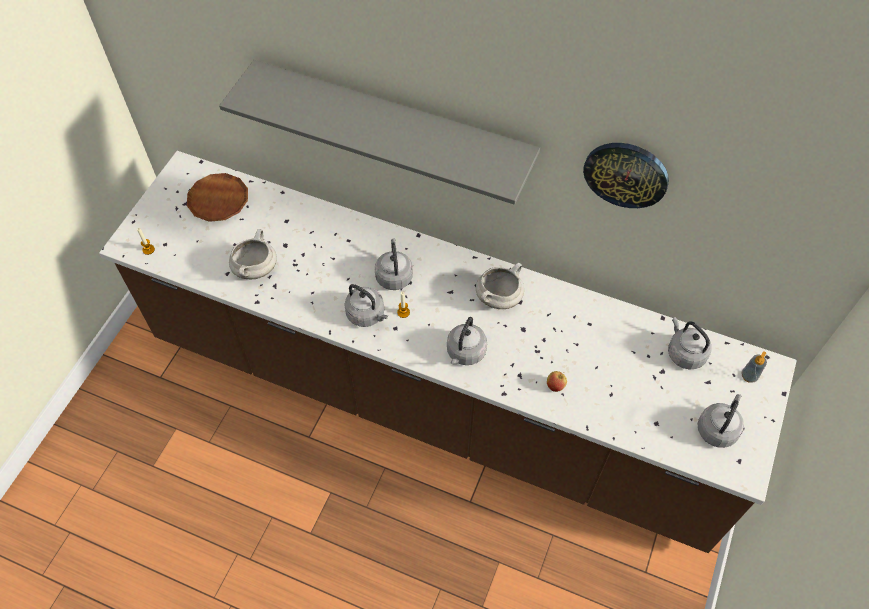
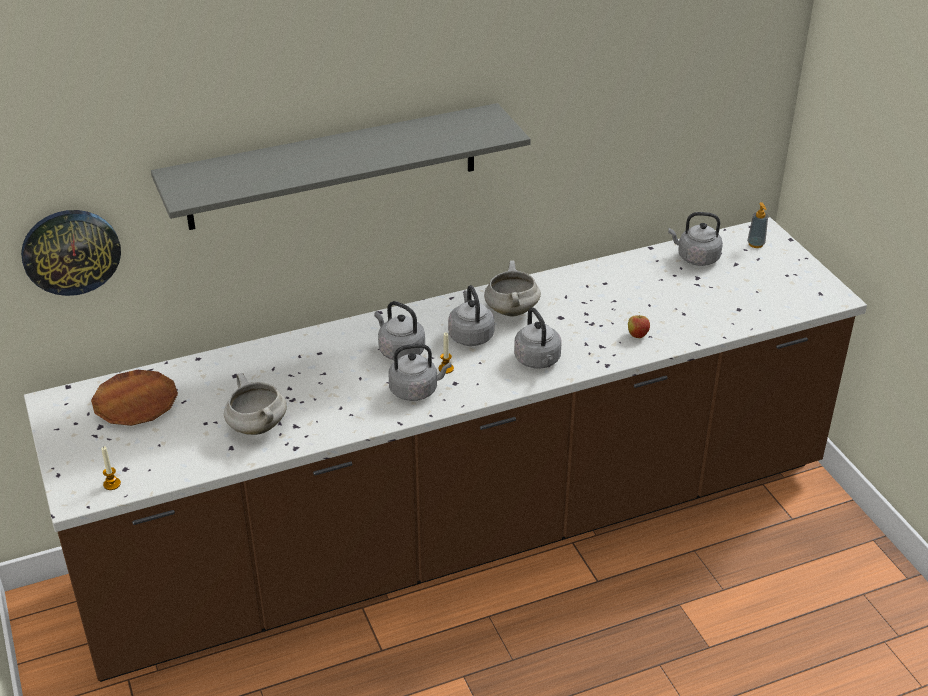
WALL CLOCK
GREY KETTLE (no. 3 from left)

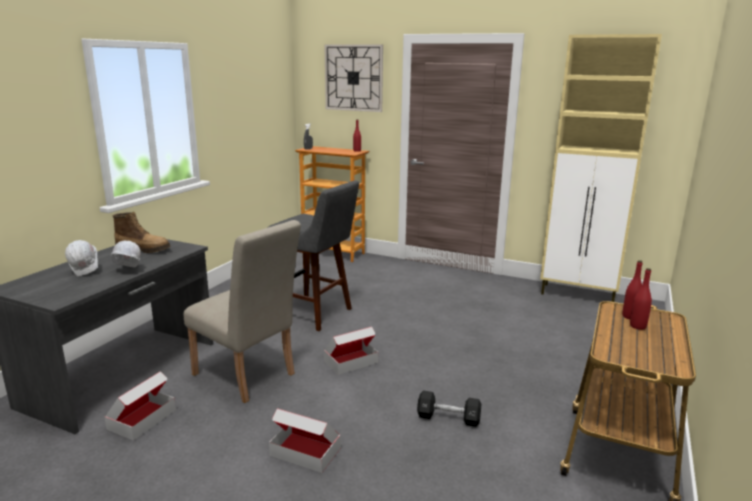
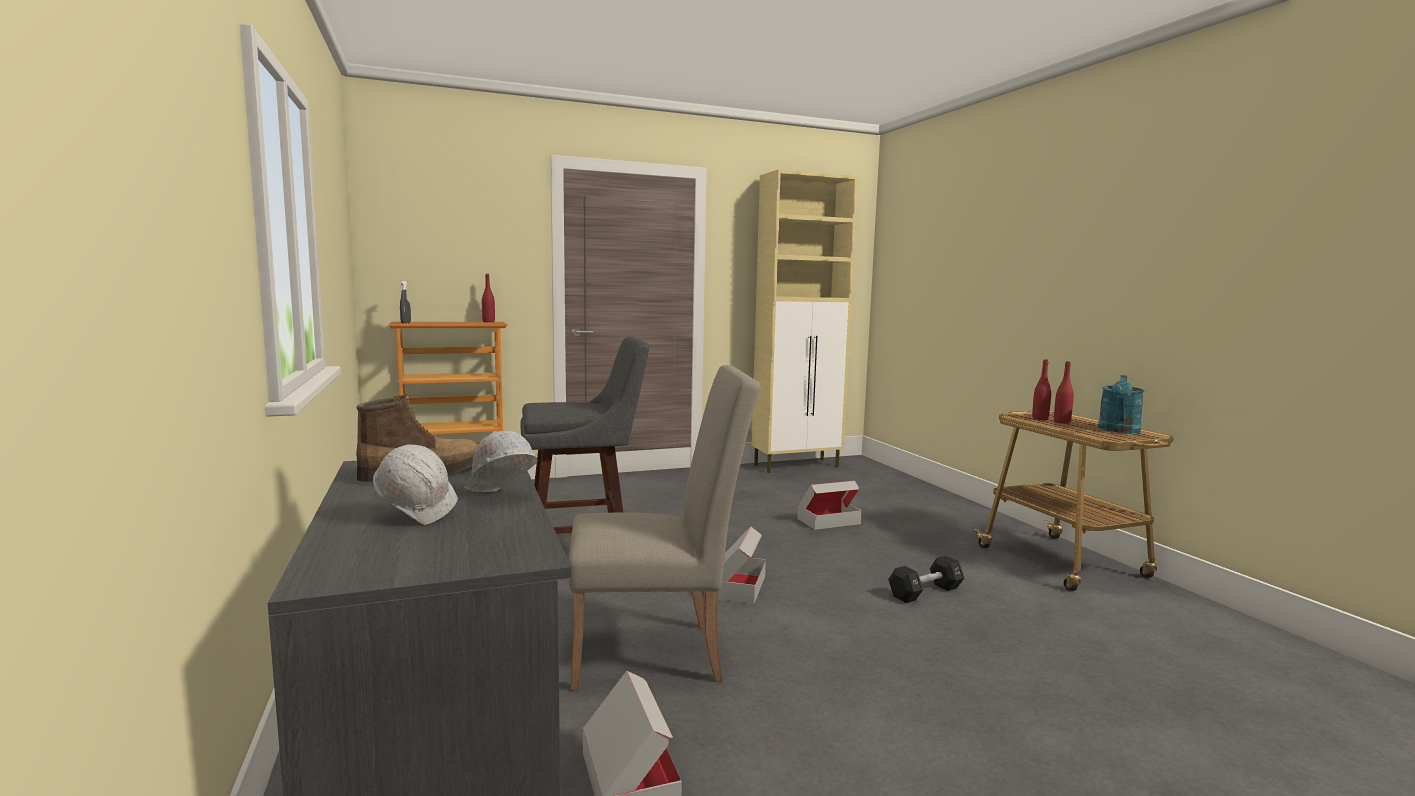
CARDBOARD BOX (no. 3 from left)
WALL CLOCK
TURQUOISE WATERING CAN

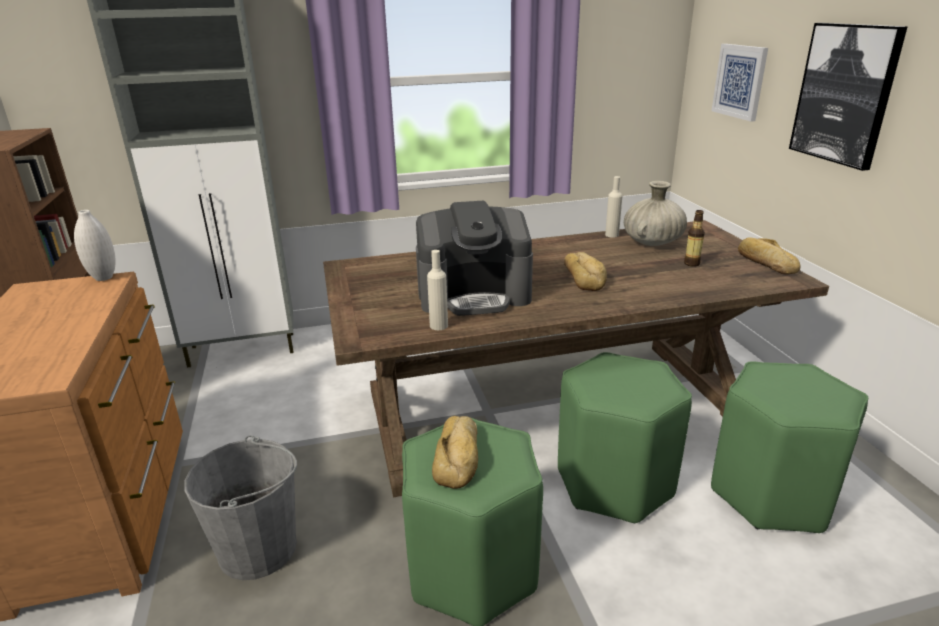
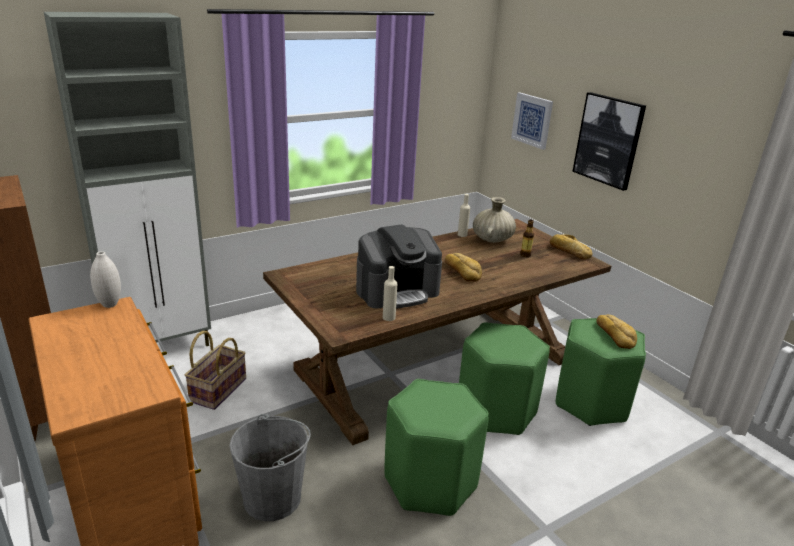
BREAD (no. 3 from left)
BASKET

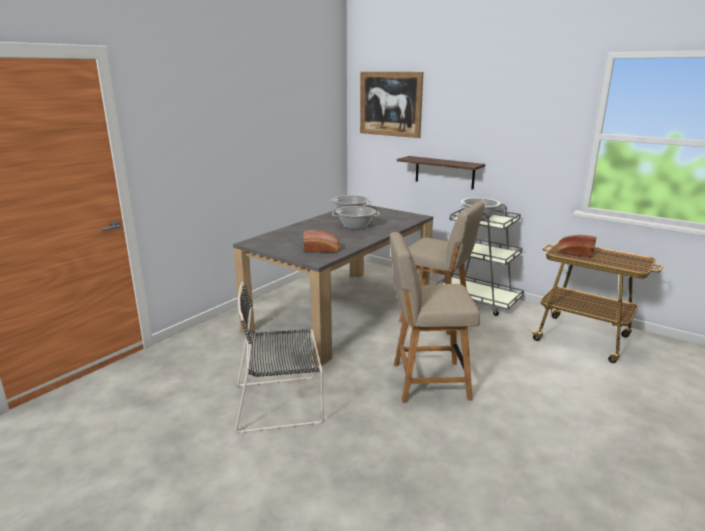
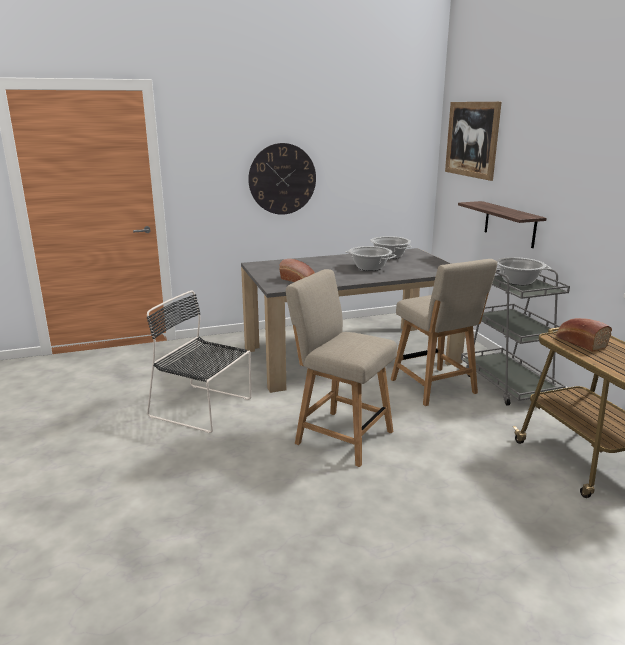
WALL CLOCK

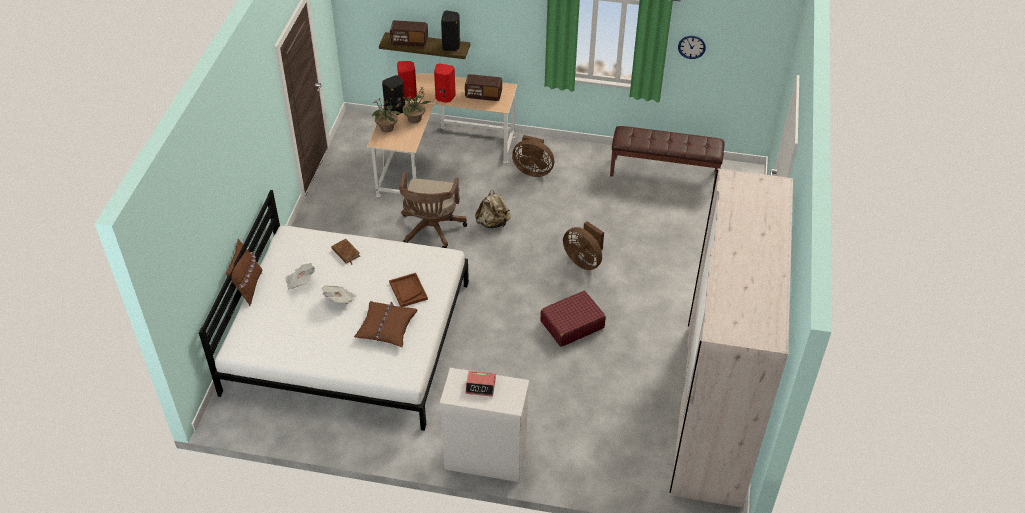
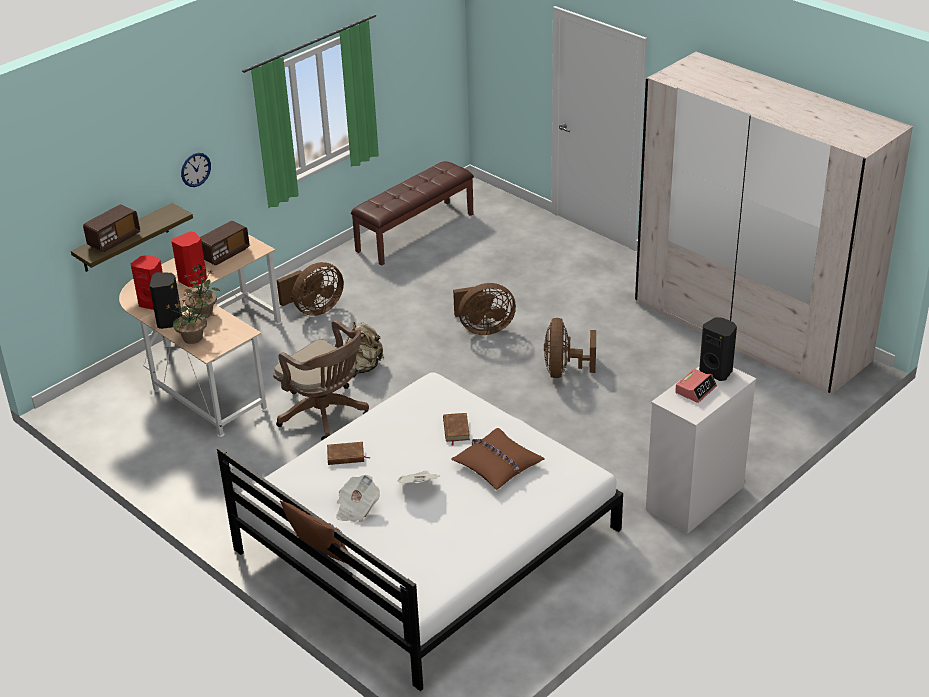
BROWN BOOK (no. 2 from left)
BLACK SPEAKER (no. 2 from left)
BROWN FAN (no. 3 from left)
WALL CLOCK

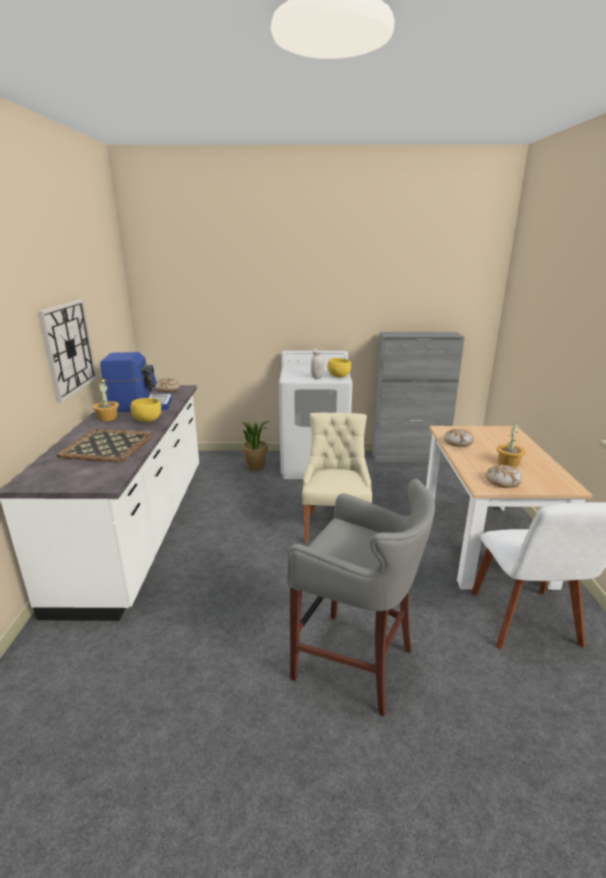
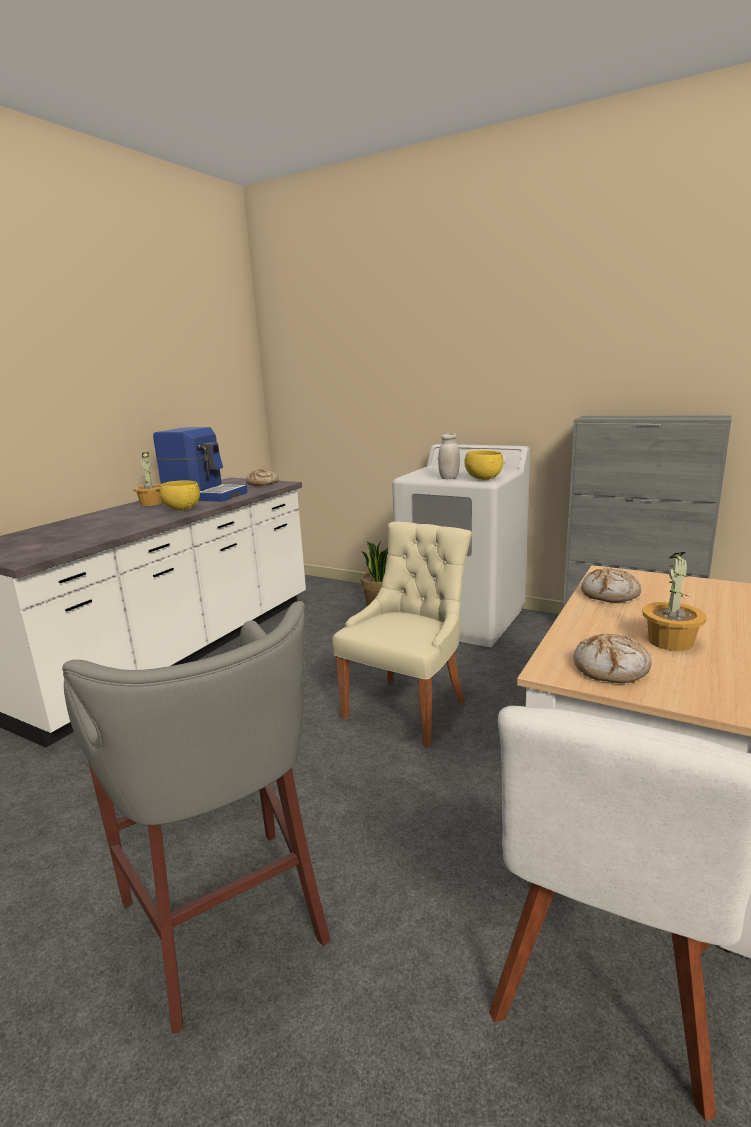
WALL CLOCK
TRAY

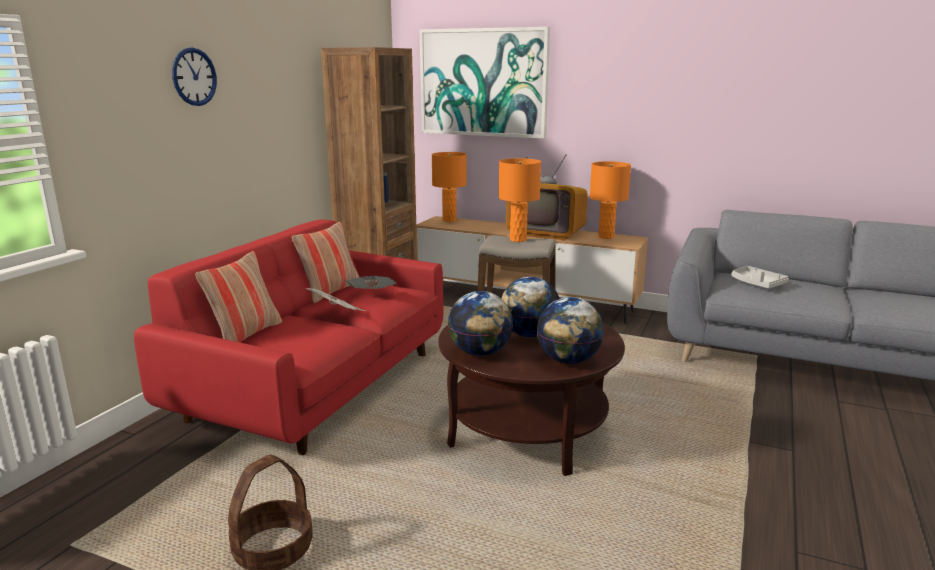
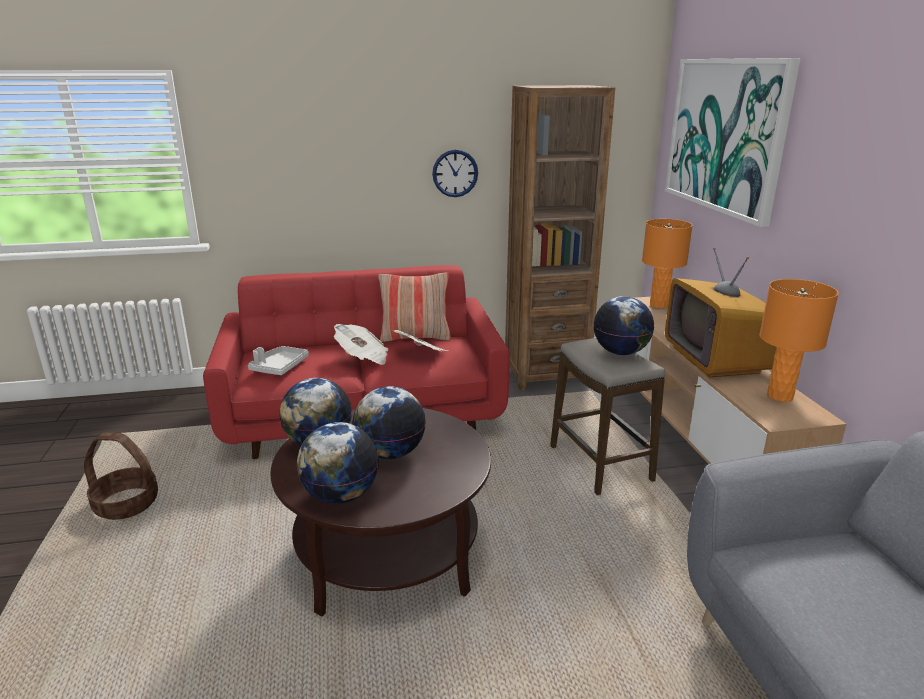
WALL CLOCK
PILLOW (no. 1 from left in the first image)
GLOBE (no. 4 from left)
GREY TRAY

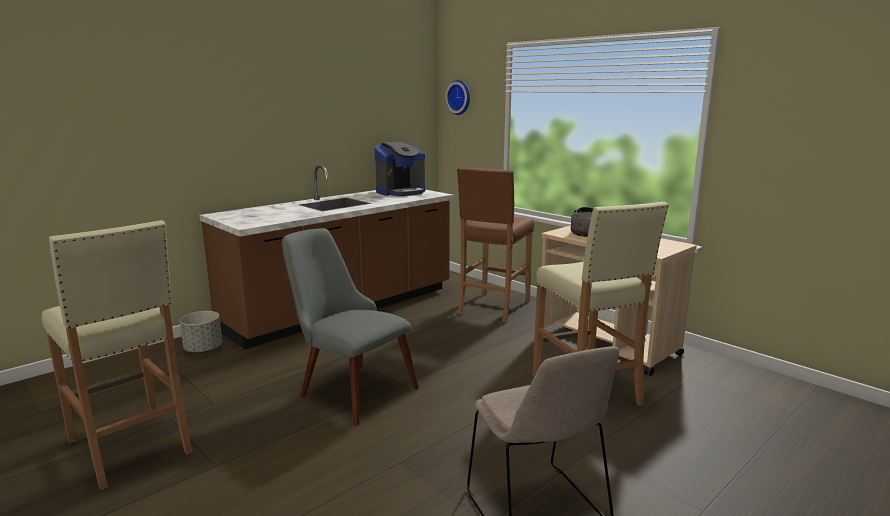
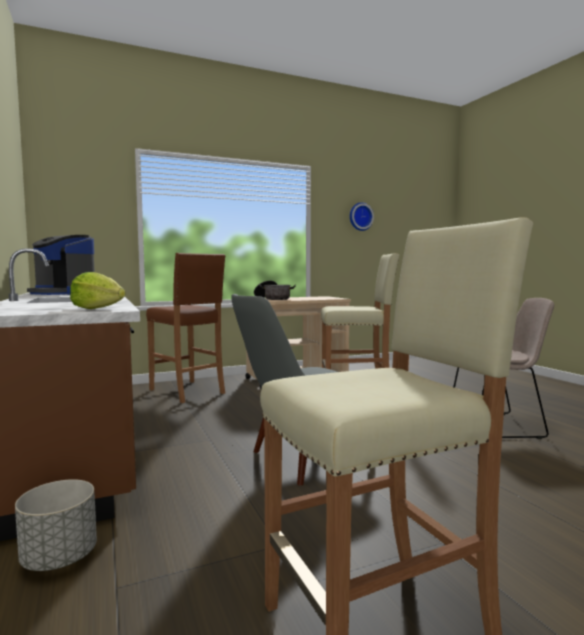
COFFEE MACHINE
WALL CLOCK
LETTUCE

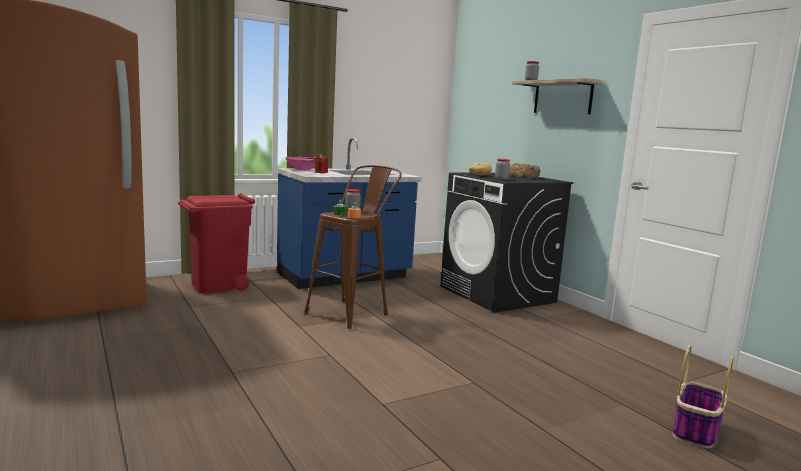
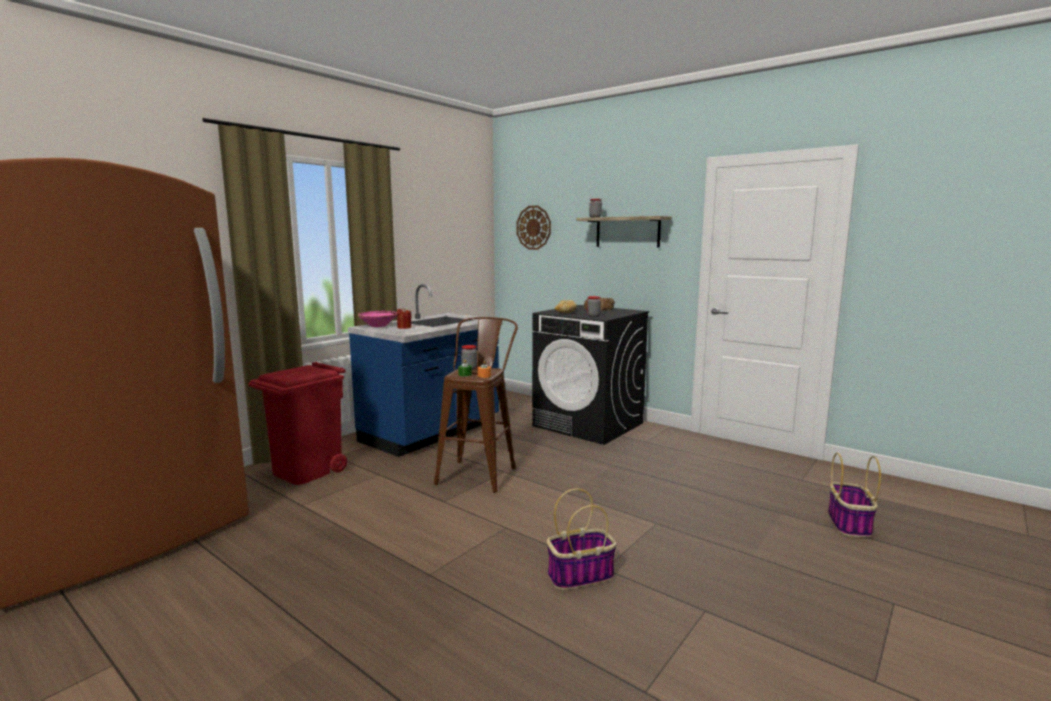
WALL CLOCK
BASKET (no. 1 from left)

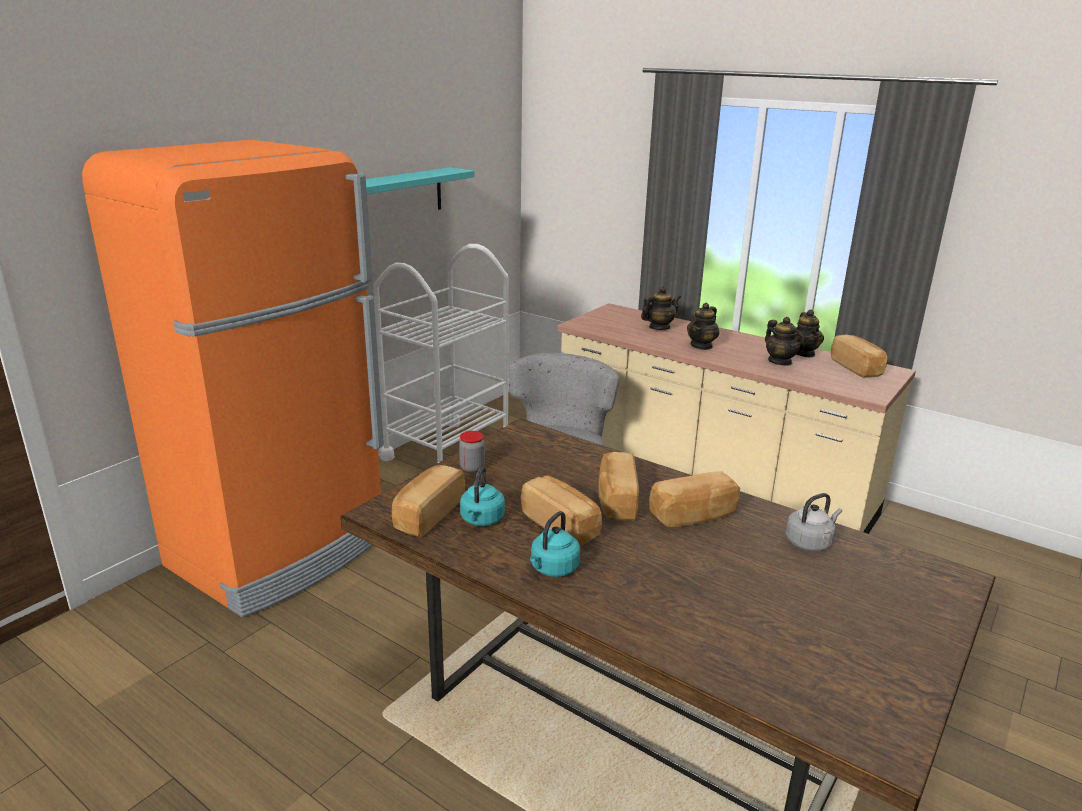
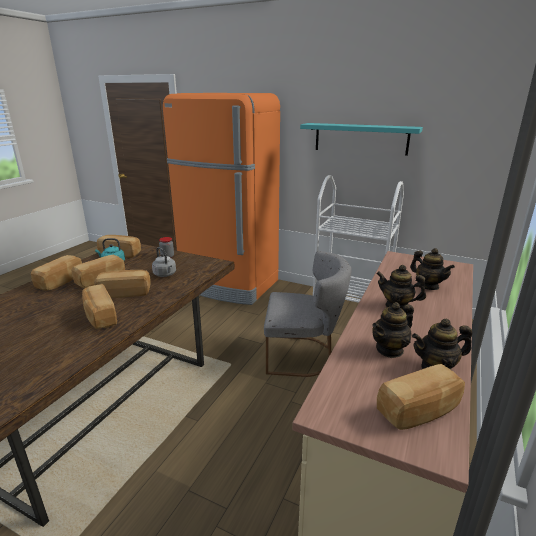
BREAD (no. 1 from left)
GREY KETTLE

